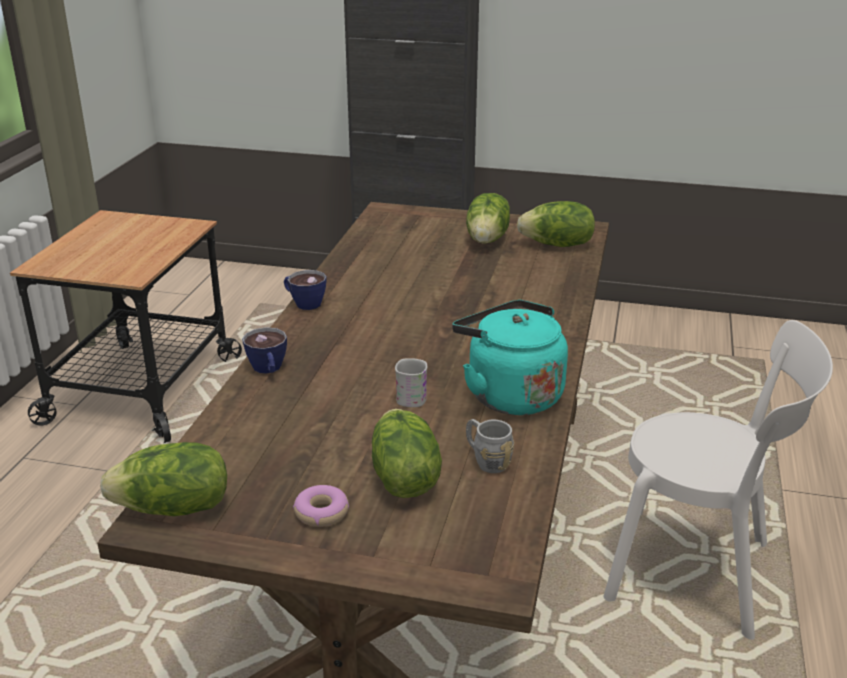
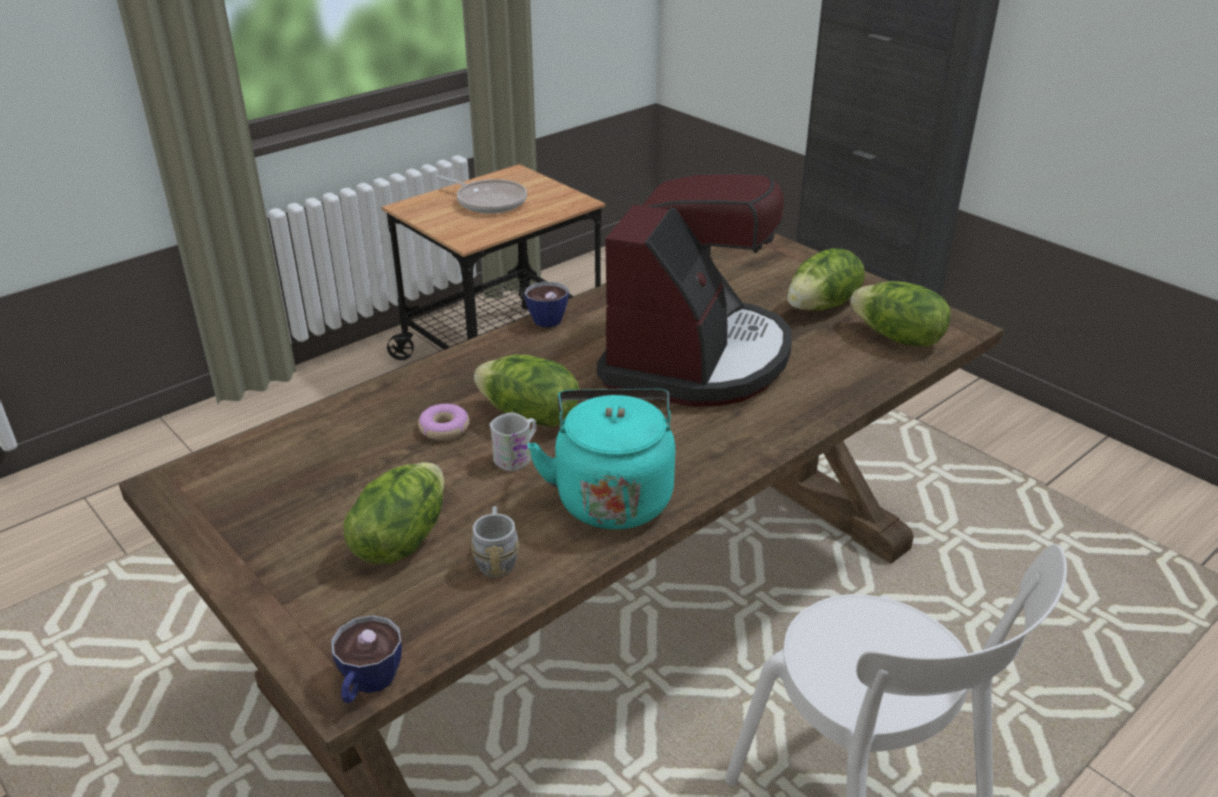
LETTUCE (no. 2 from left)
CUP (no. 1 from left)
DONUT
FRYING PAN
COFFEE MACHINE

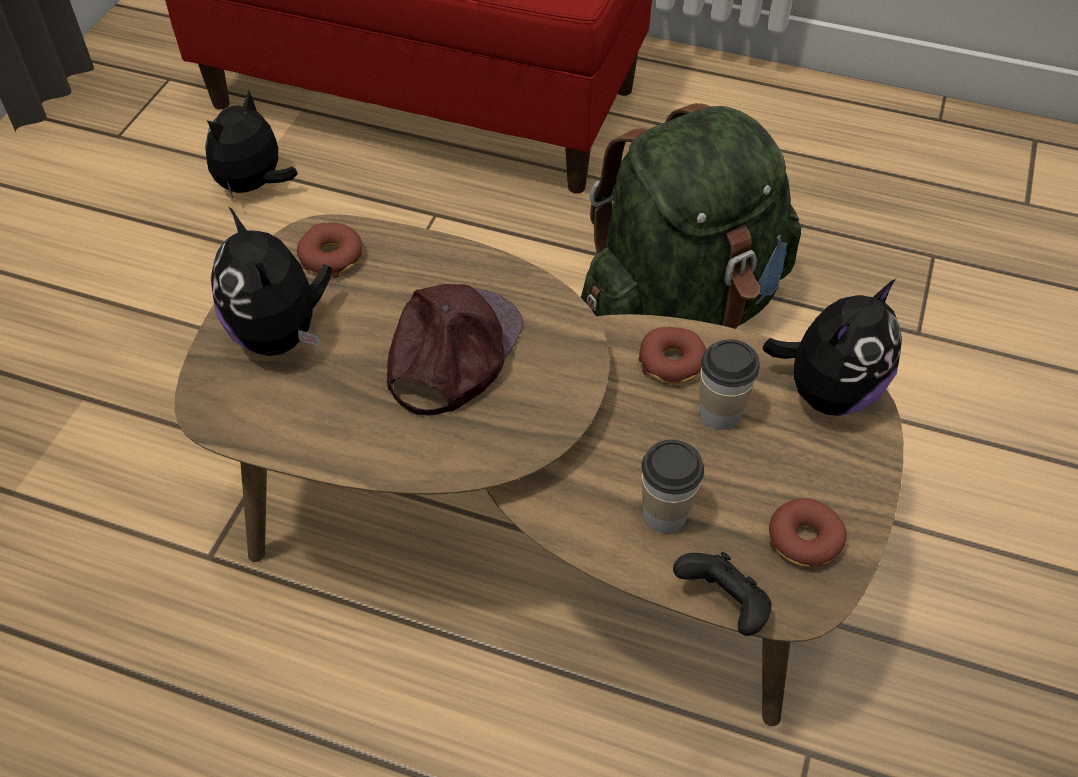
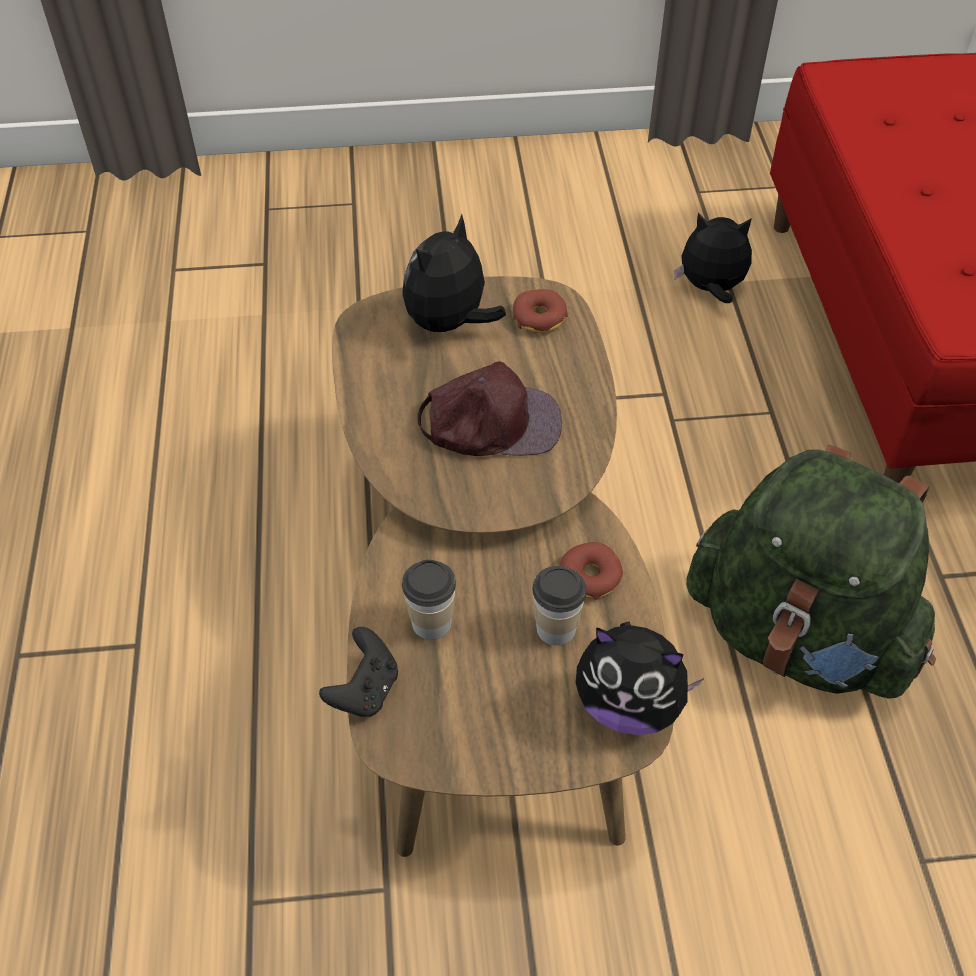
DONUT (no. 3 from left in the first image)

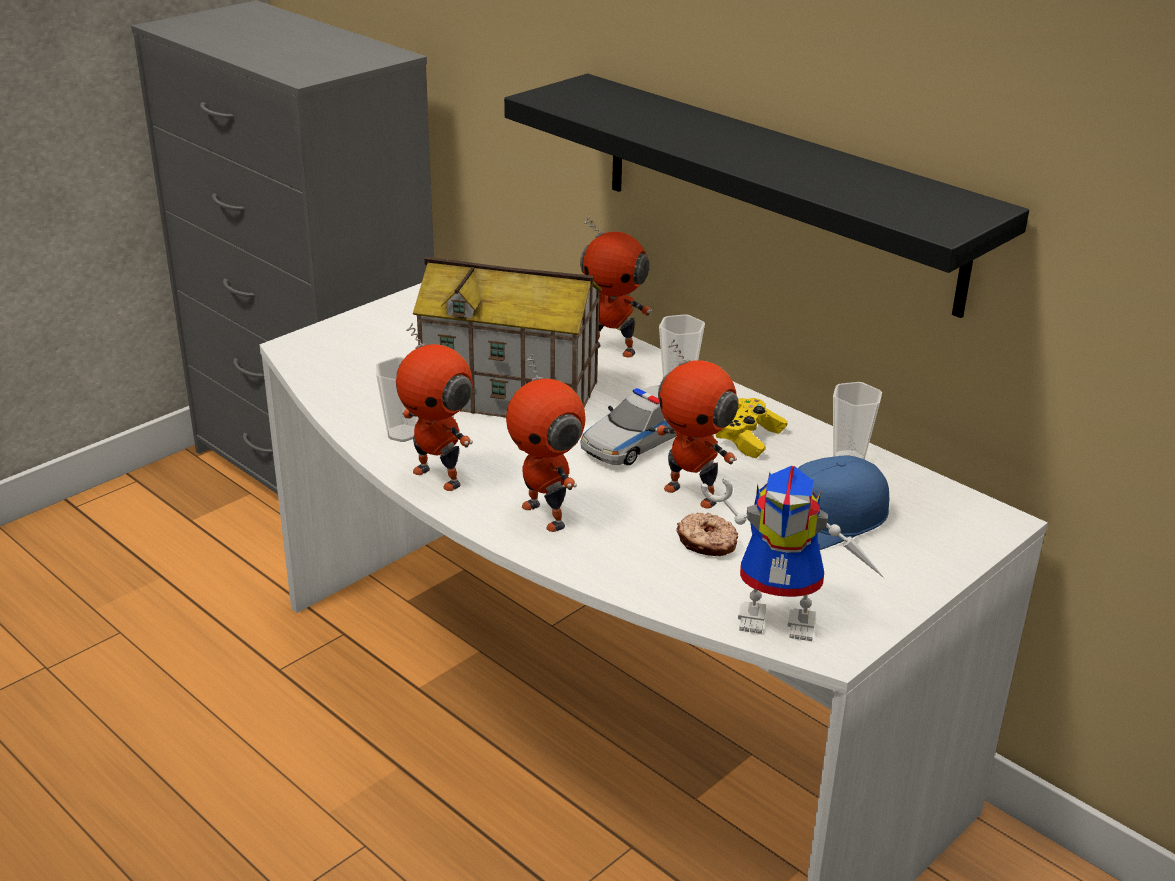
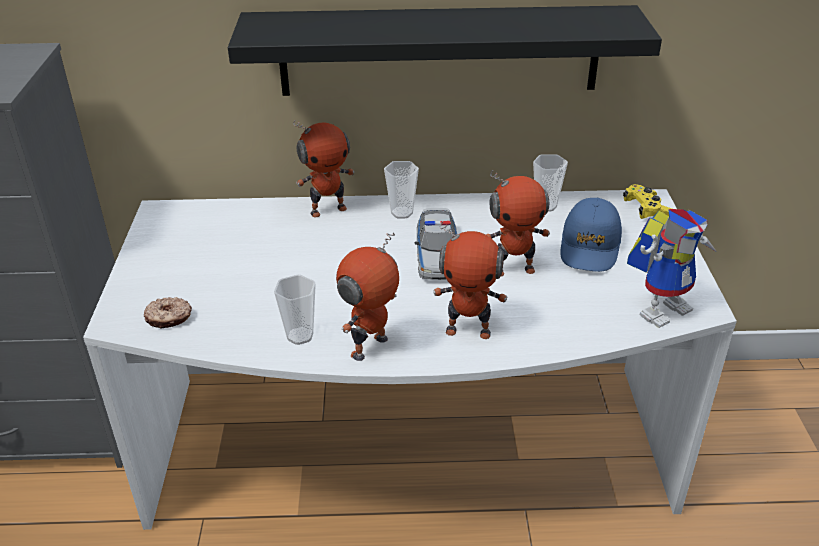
TOY ROBOT (no. 2 from left)
TOY HOUSE
DONUT
YELLOW GAME CONTROLLER

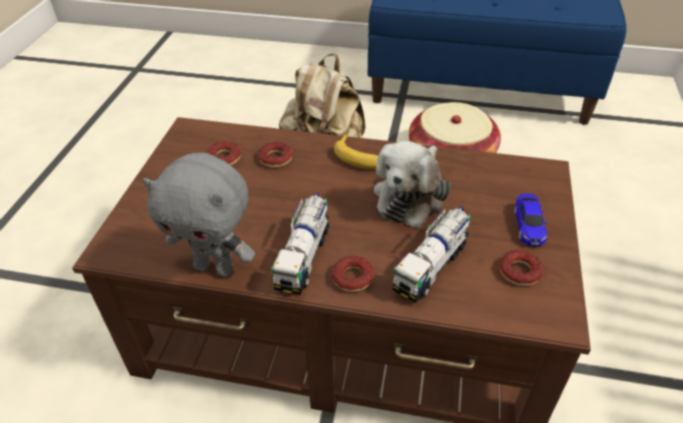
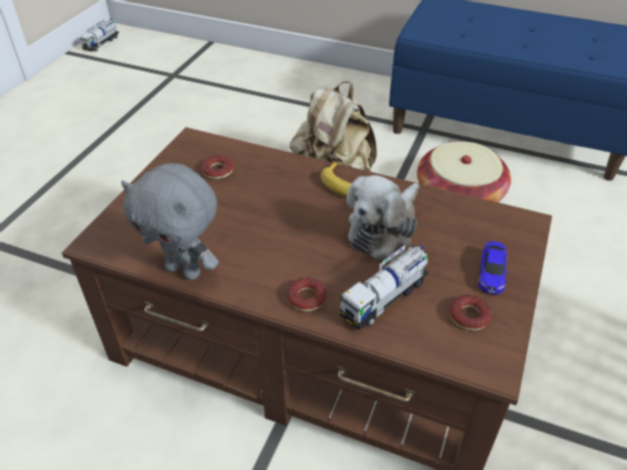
DONUT (no. 2 from left in the first image)
TOY TRUCK (no. 1 from left)

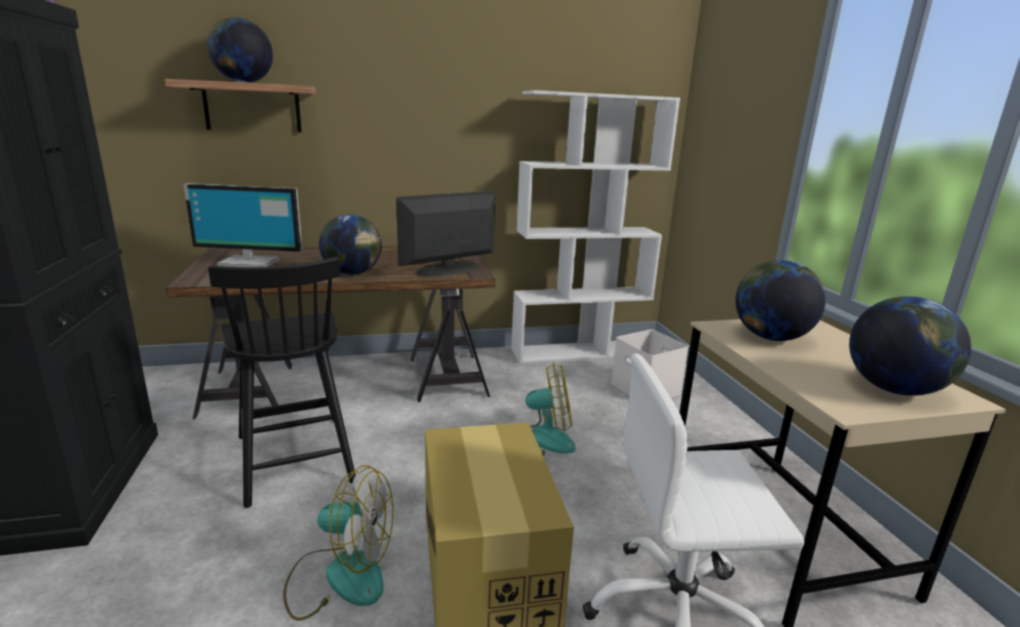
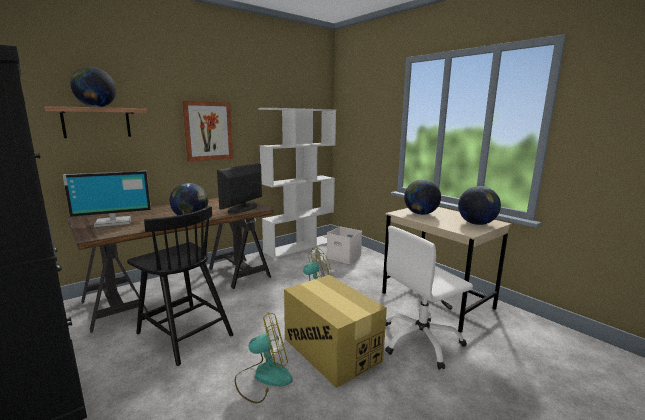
PICTURE

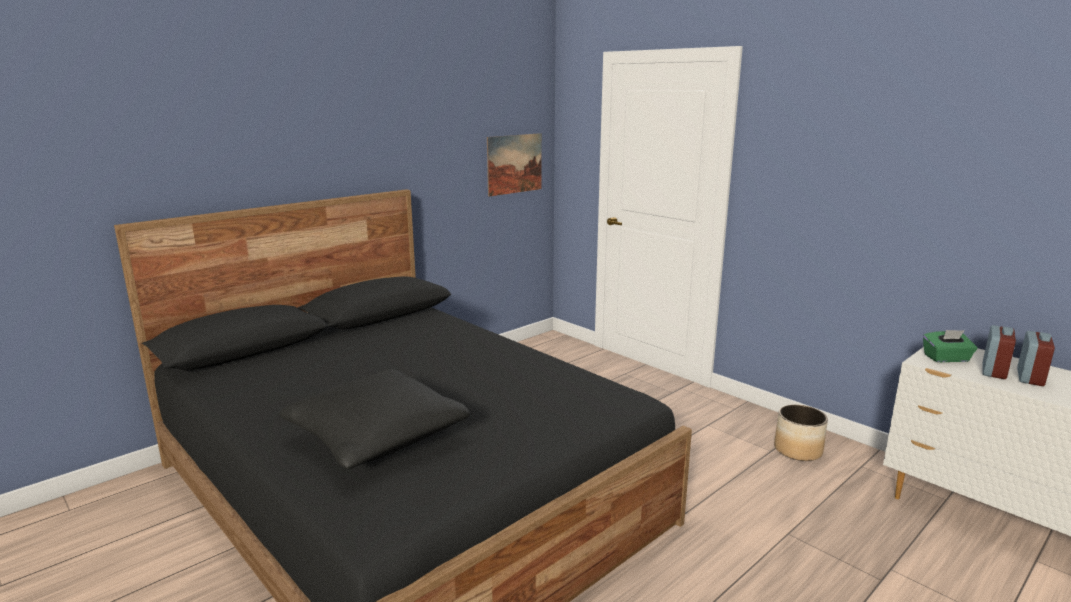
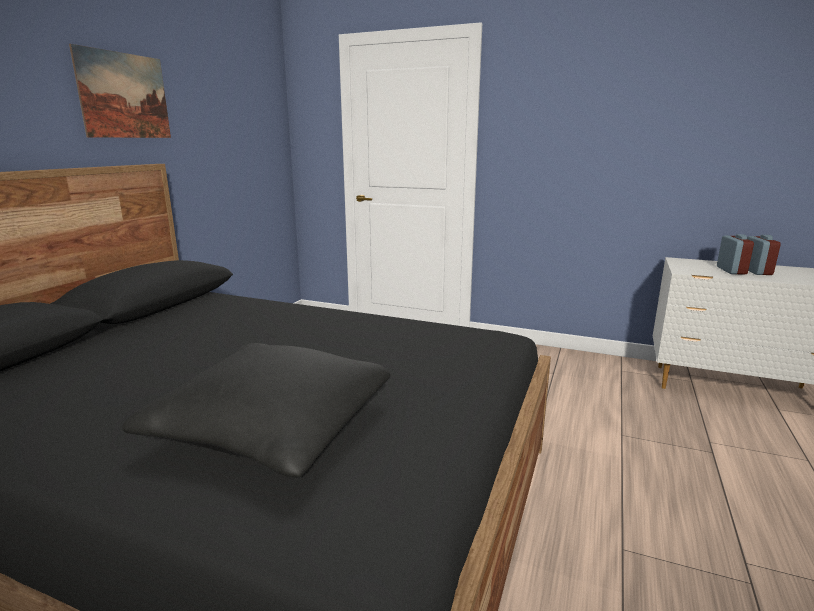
PICTURE
PLANTER
GREEN TISSUE BOX

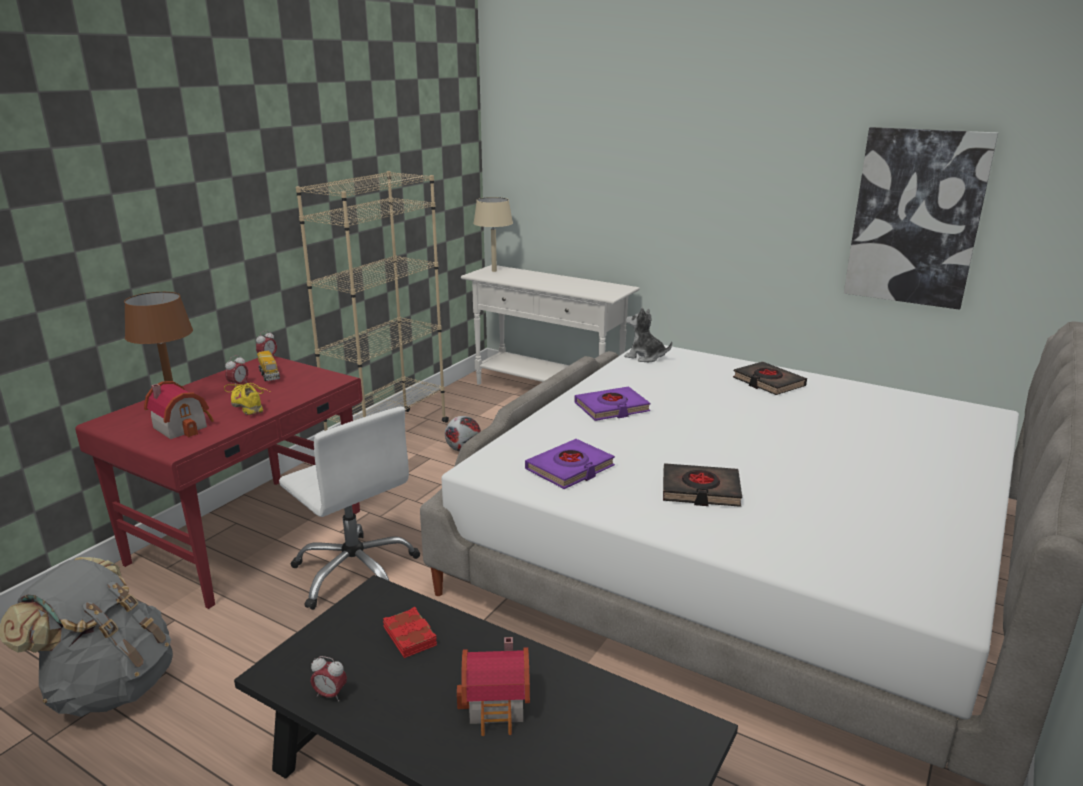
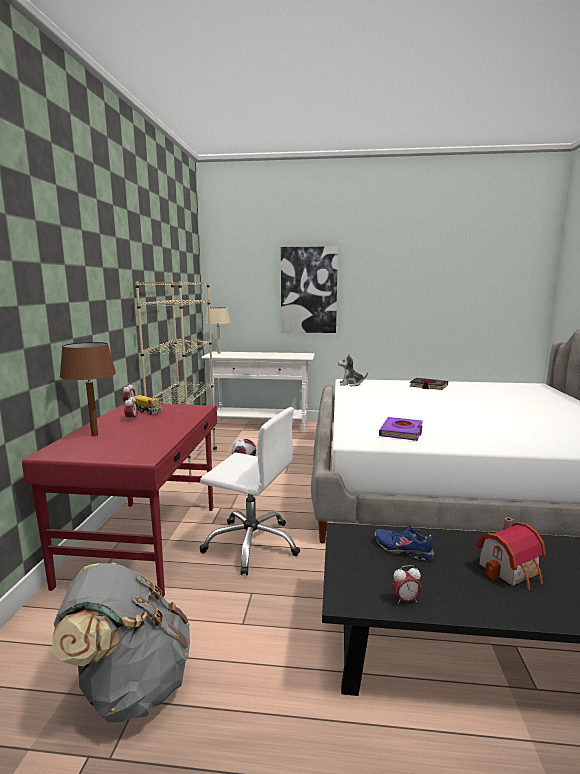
TOY HOUSE (no. 1 from left in the first image)
YELLOW SHOE
BLUE SHOE
PURPLE BOOK (no. 2 from left in the first image)
BLACK BOOK (no. 1 from left in the first image)
PICTURE

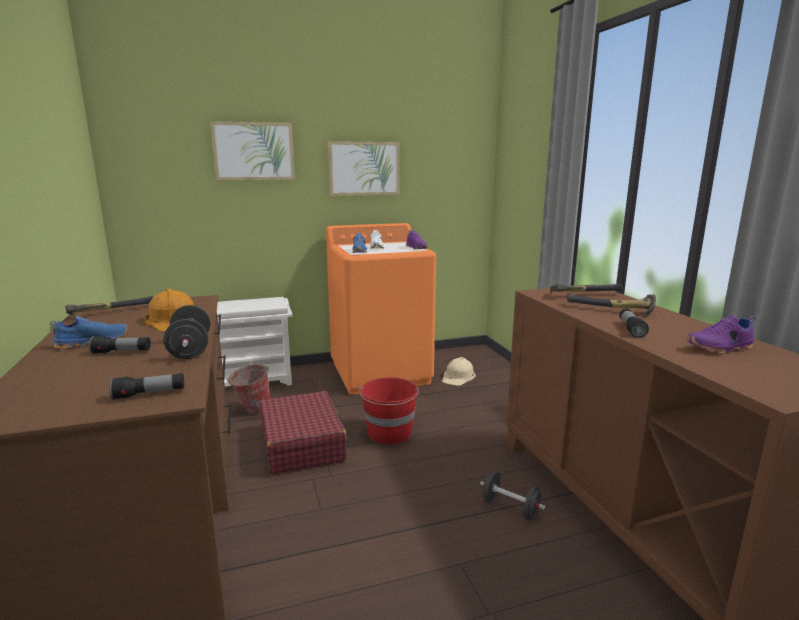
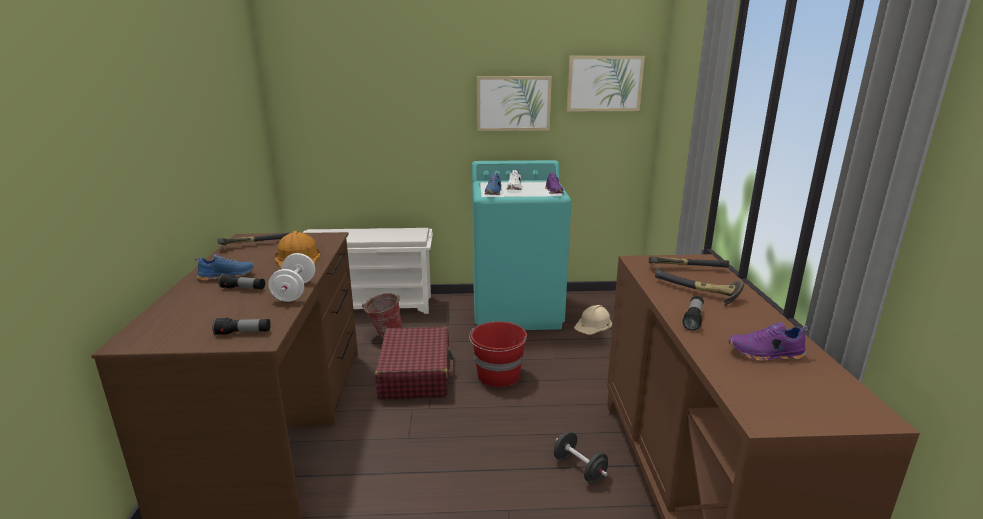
WHITE DUMBBELL
PICTURE (no. 2 from left)
TURQUOISE WASHING MACHINE

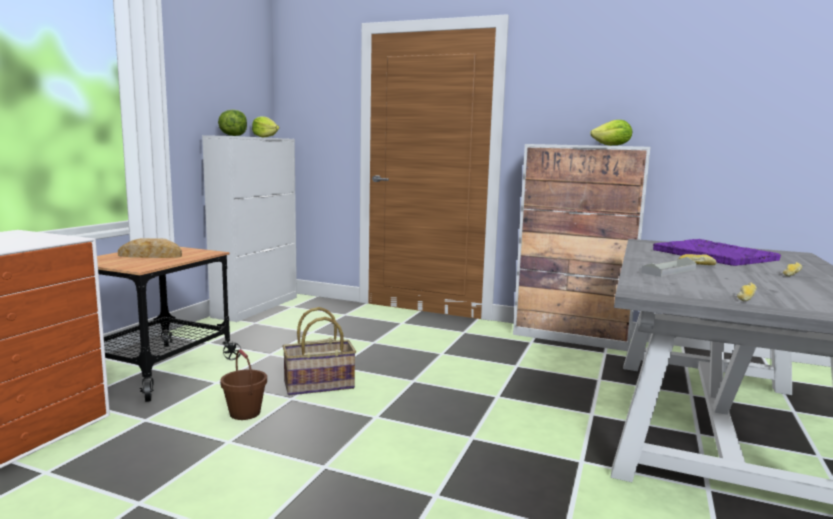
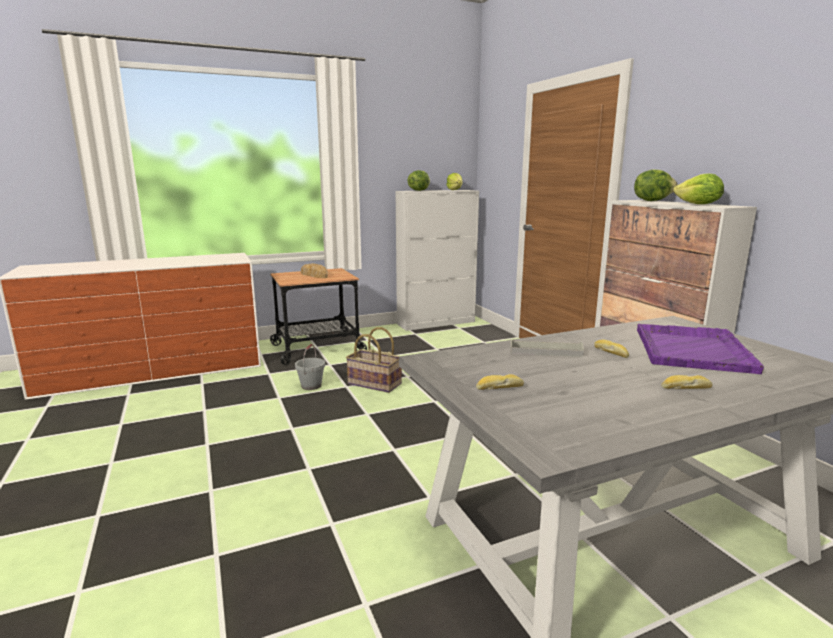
GREY BUCKET
LETTUCE (no. 3 from left)

